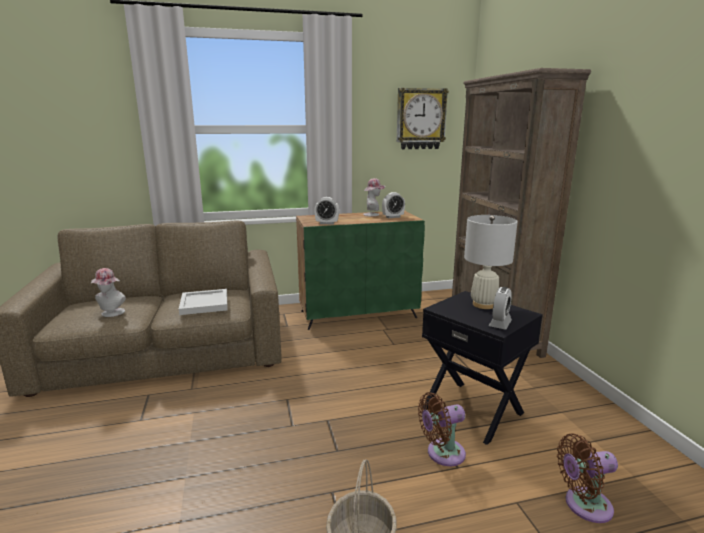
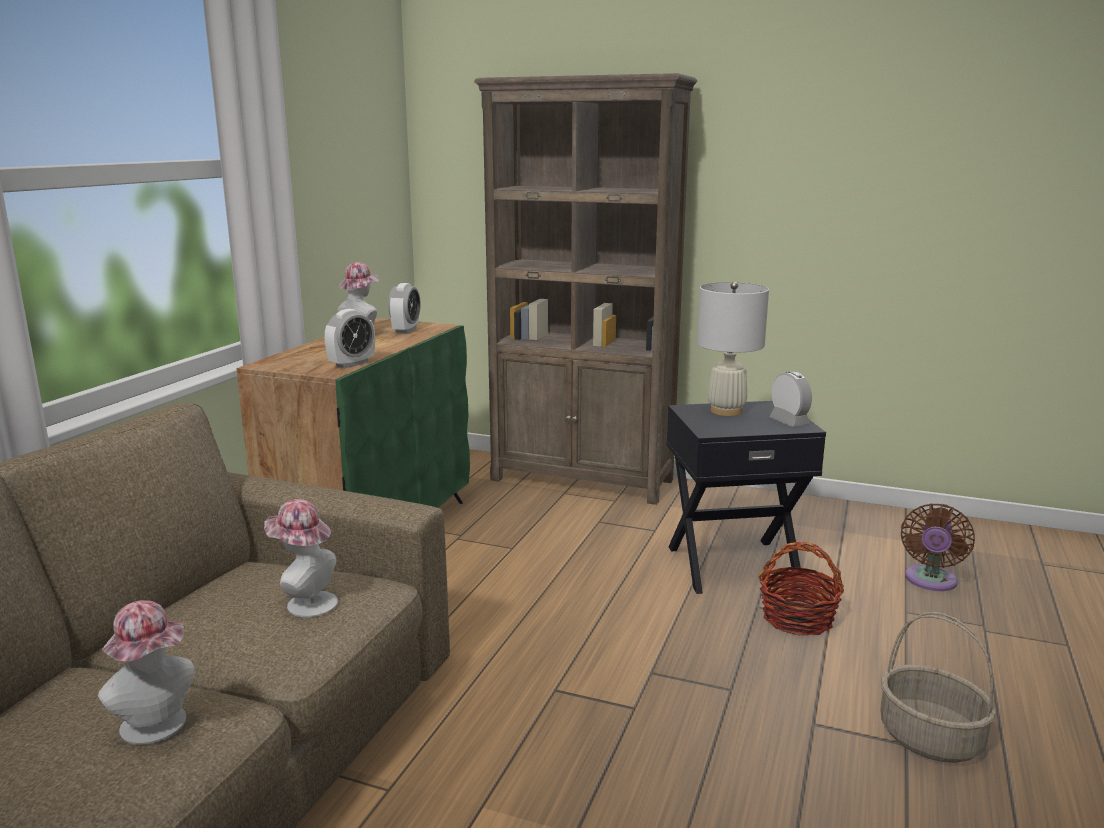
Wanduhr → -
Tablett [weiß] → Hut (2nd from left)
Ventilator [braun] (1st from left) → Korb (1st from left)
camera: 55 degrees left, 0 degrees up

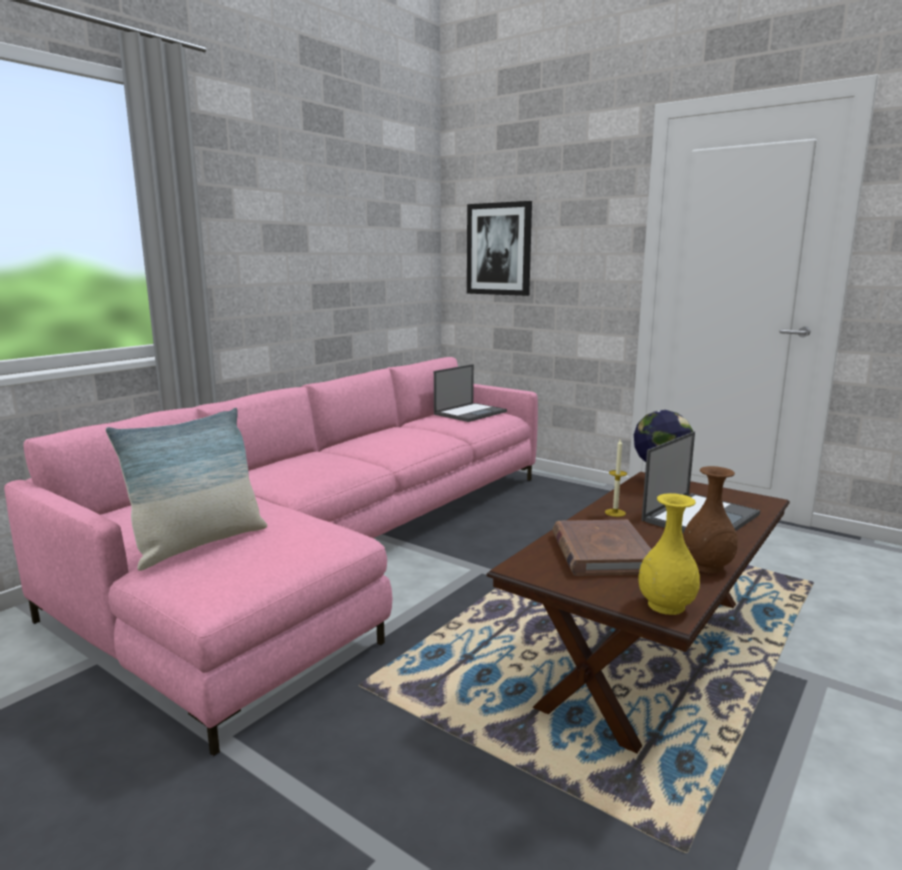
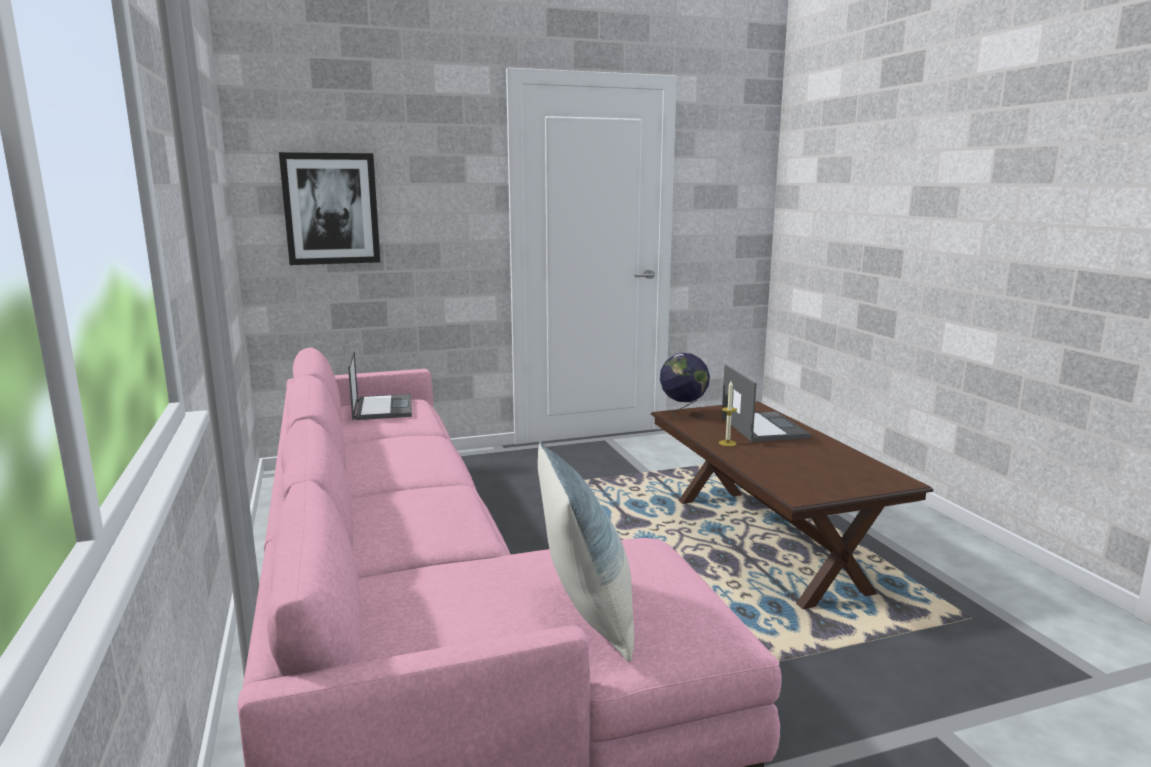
Vase [braun] → -
Vase [gelb] → -
Buch [braun] → -
camera: 55 degrees left, 0 degrees up

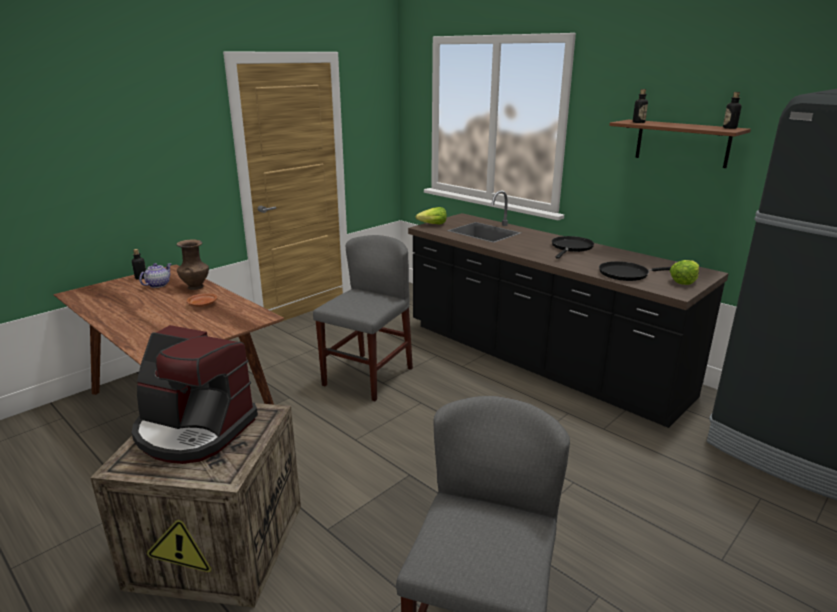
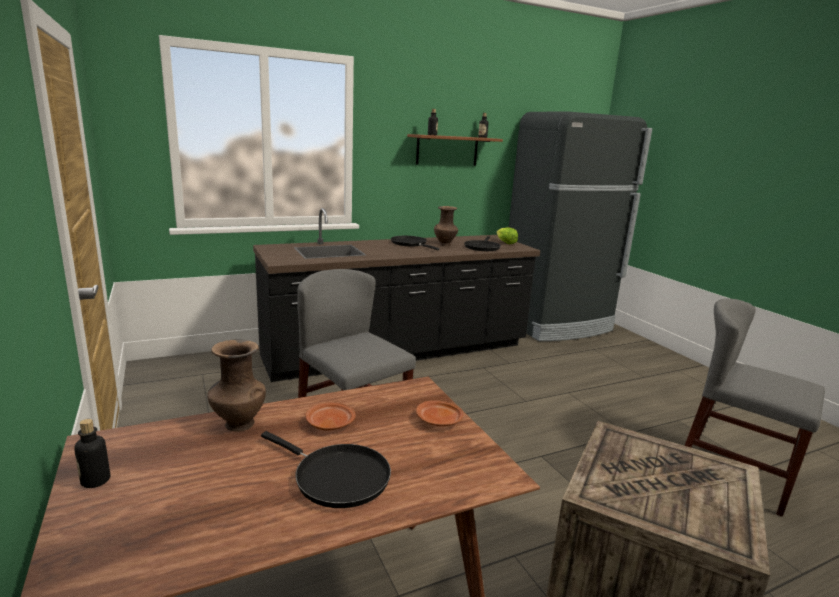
Salatkopf (1st from left) → -
Teekanne → -
Kaffeemaschine → -
- → Vase [braun] (2nd from left)
- → Teller [braun] (2nd from left)
- → Pfanne [schwarz] (1st from left)
camera: 70 degrees left, 5 degrees down

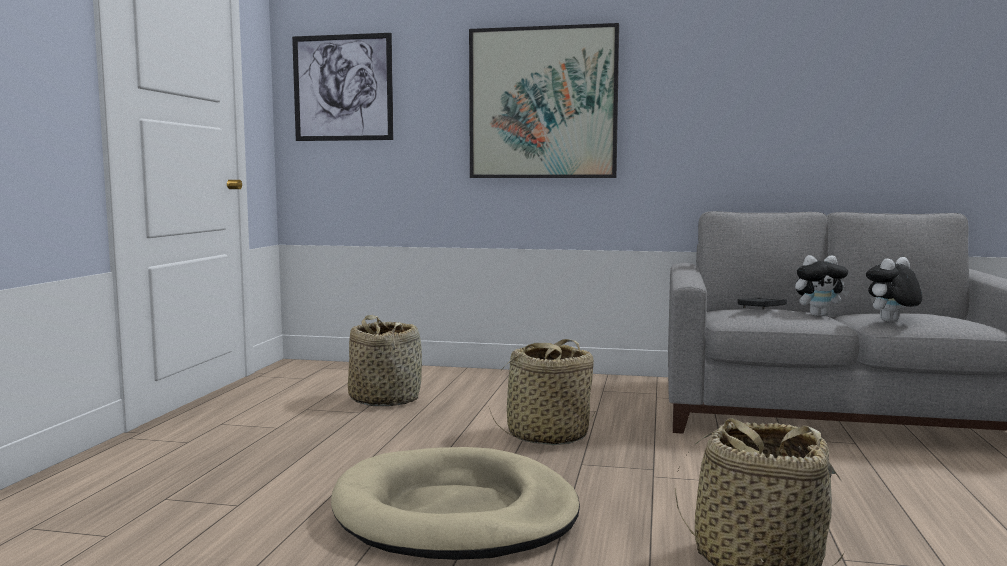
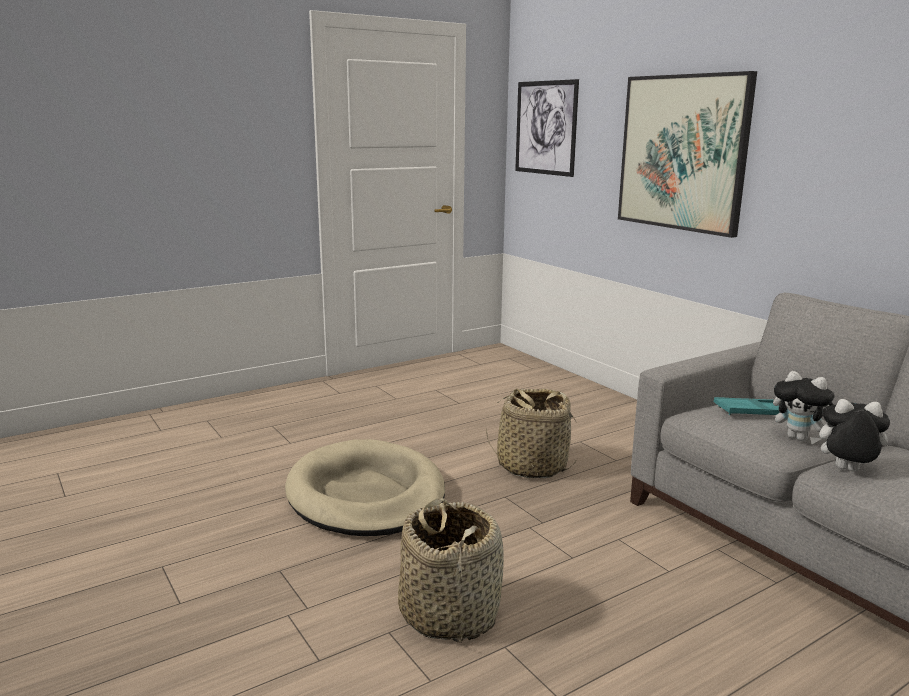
Tablett [schwarz] → Tablett [türkis]
Korb (1st from left) → -
camera: 45 degrees right, 10 degrees up

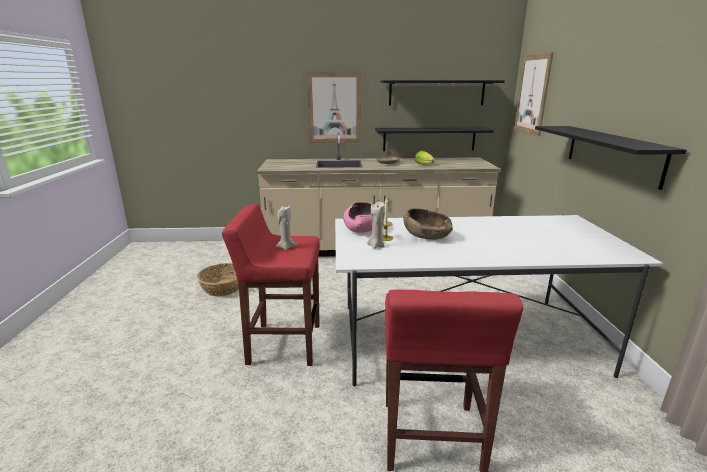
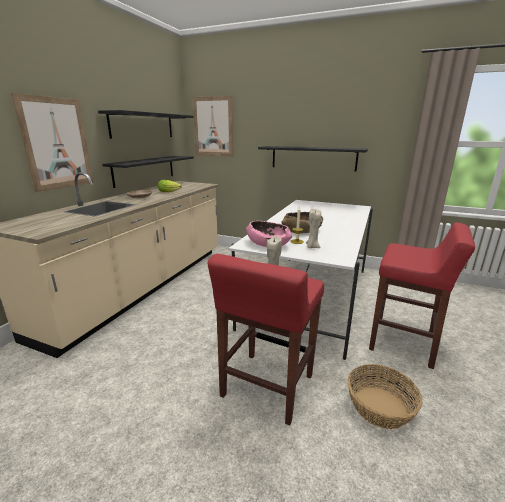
Korb, move
camera: 65 degrees left, 0 degrees up

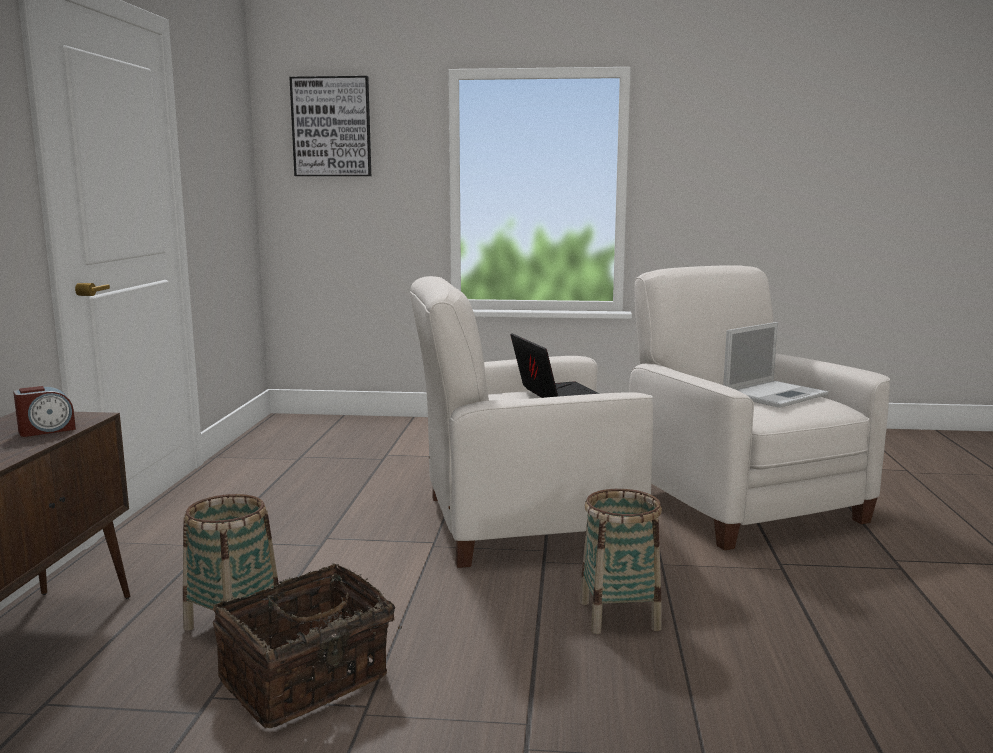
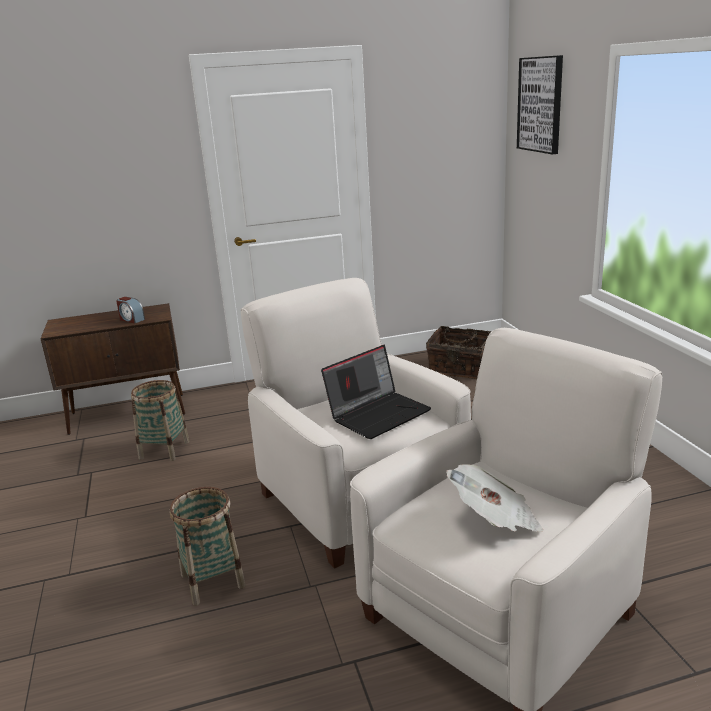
Laptop (2nd from left) → Zeitung
Korb (2nd from left in the first image) → Korb (3rd from left), move
camera: 70 degrees right, 10 degrees up

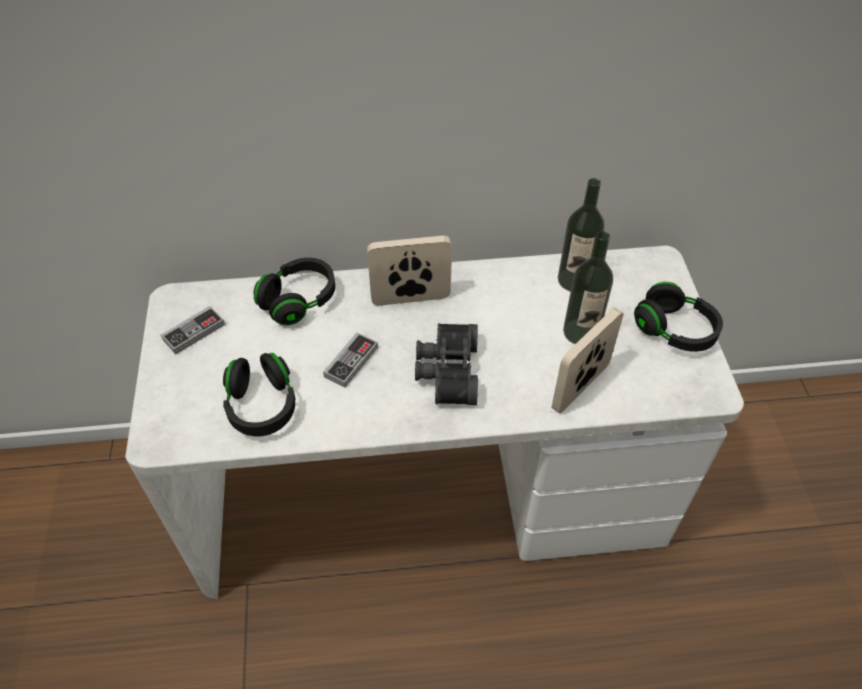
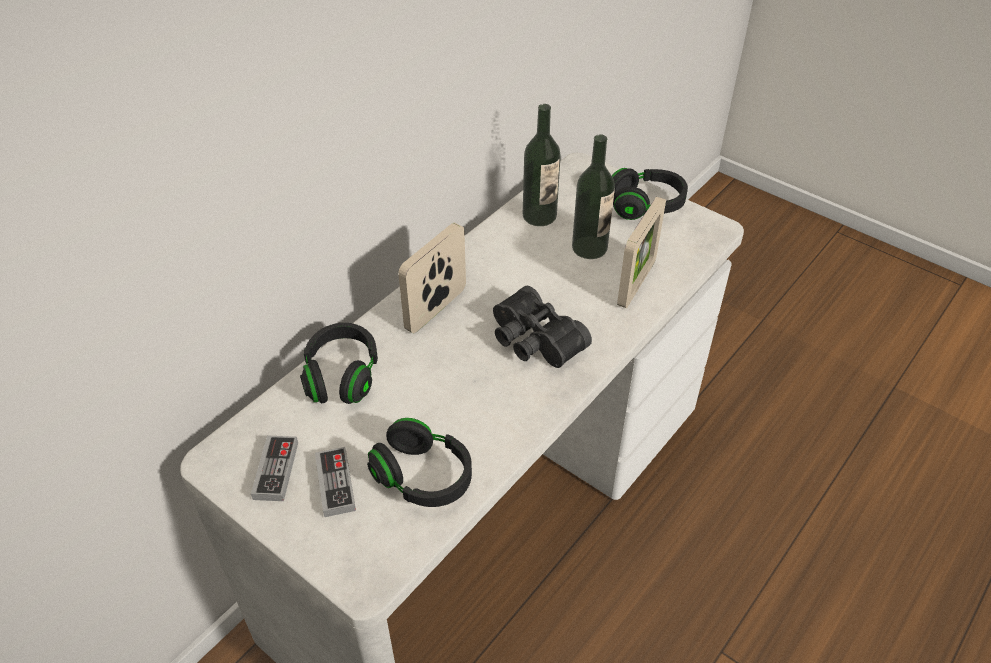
Bilderrahmen (2nd from left), 150 degrees counterclockwise
Gamepad (2nd from left), move
camera: 45 degrees left, 5 degrees down

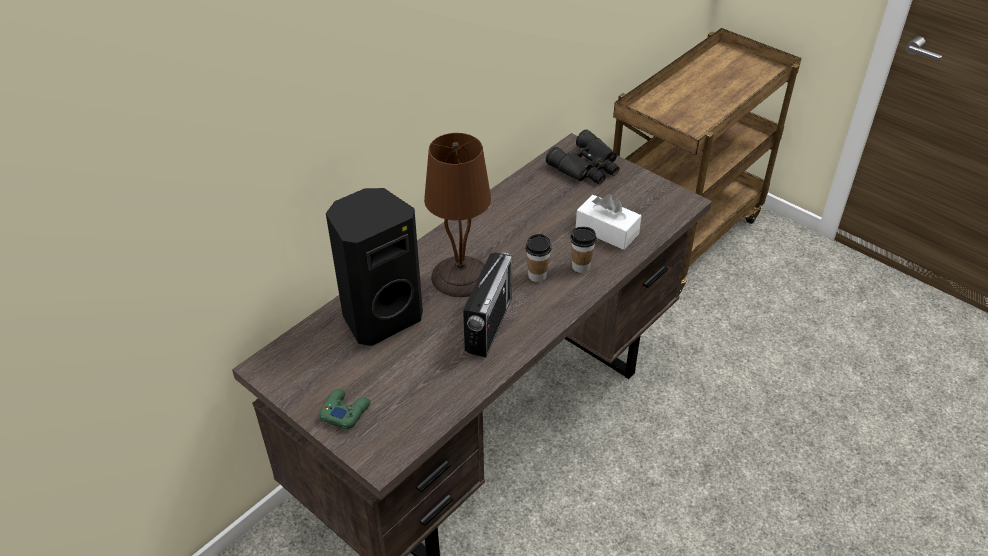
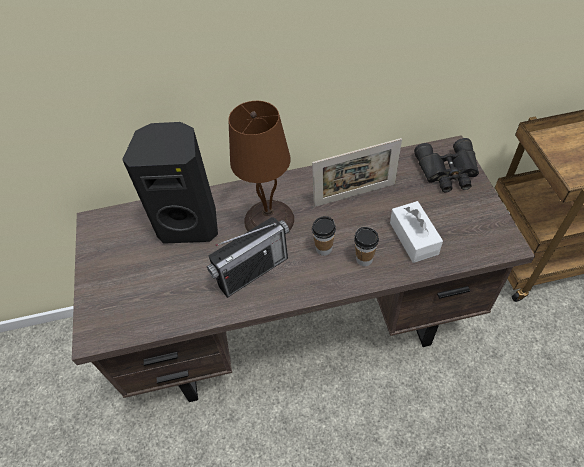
Gamepad [grün] → -
- → Bilderrahmen
camera: 40 degrees right, 10 degrees up

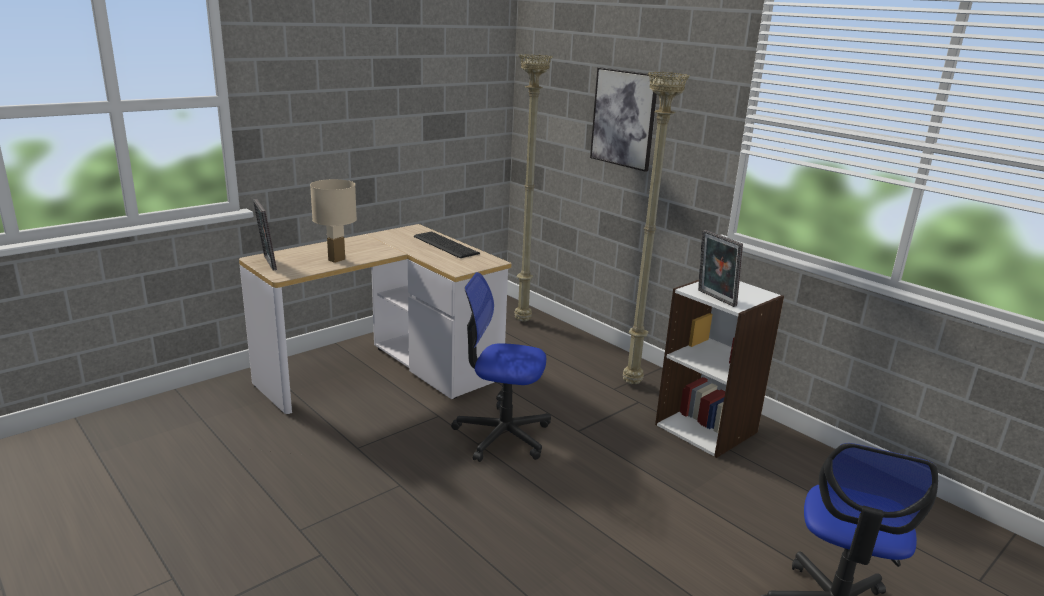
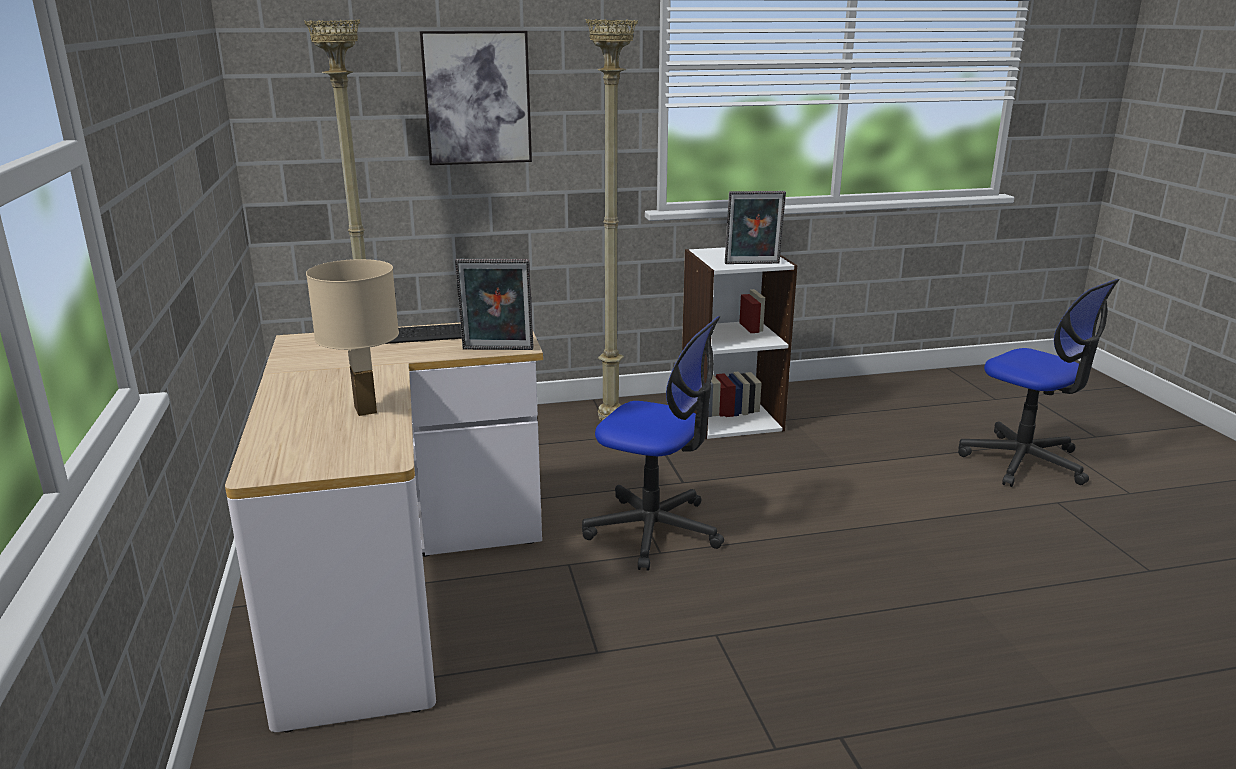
Bilderrahmen (1st from left), move
Bürostuhl (1st from left), 105 degrees counterclockwise
camera: 60 degrees left, 0 degrees up

